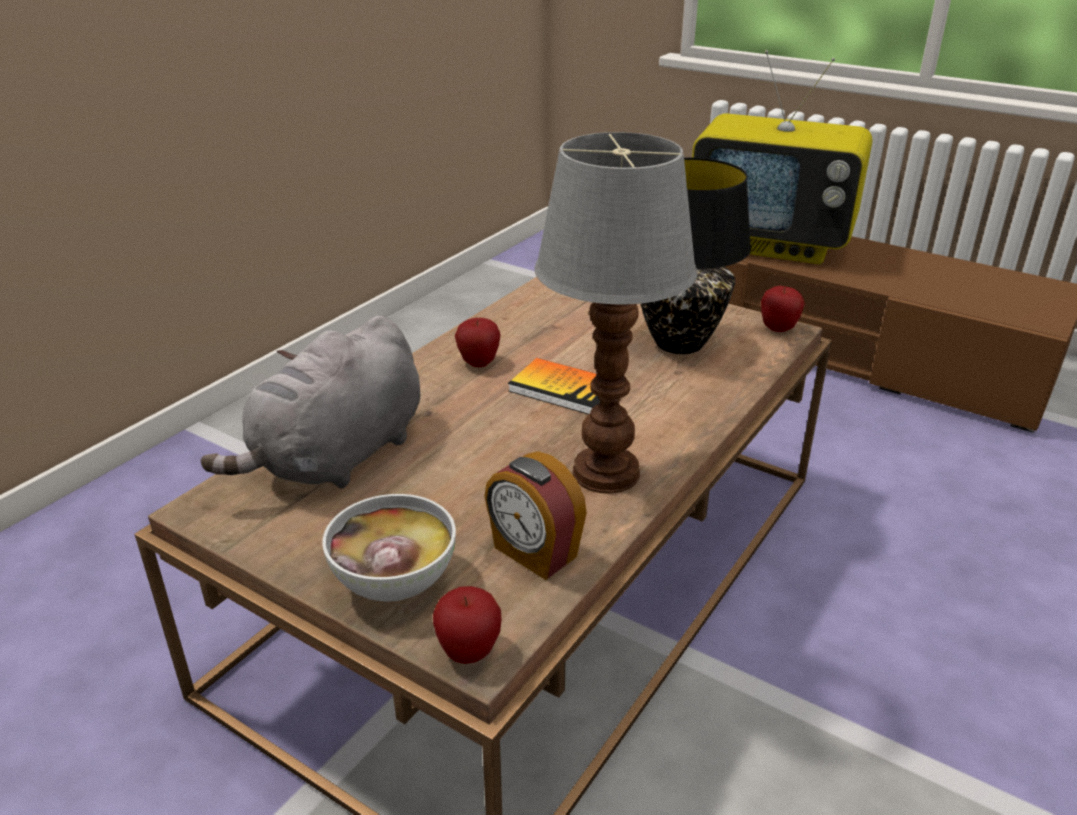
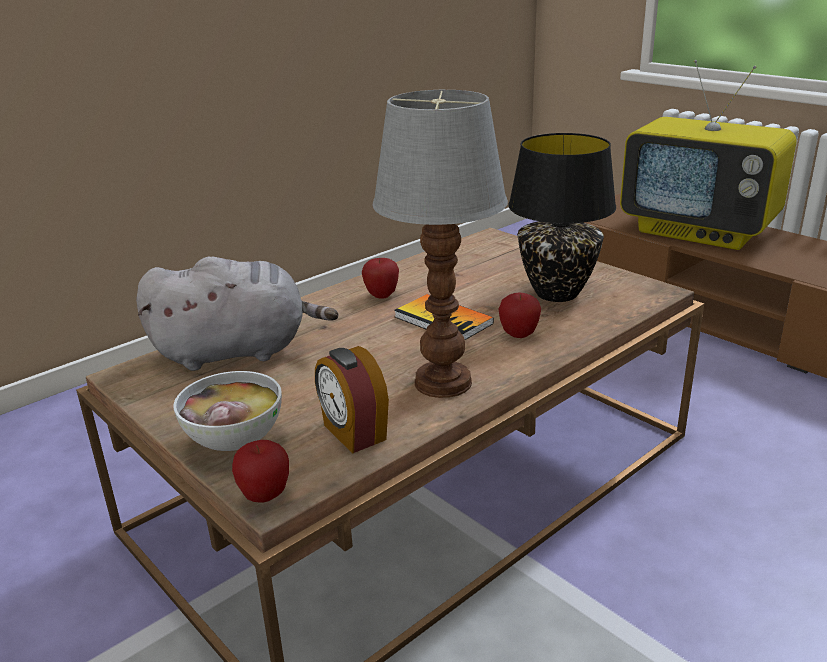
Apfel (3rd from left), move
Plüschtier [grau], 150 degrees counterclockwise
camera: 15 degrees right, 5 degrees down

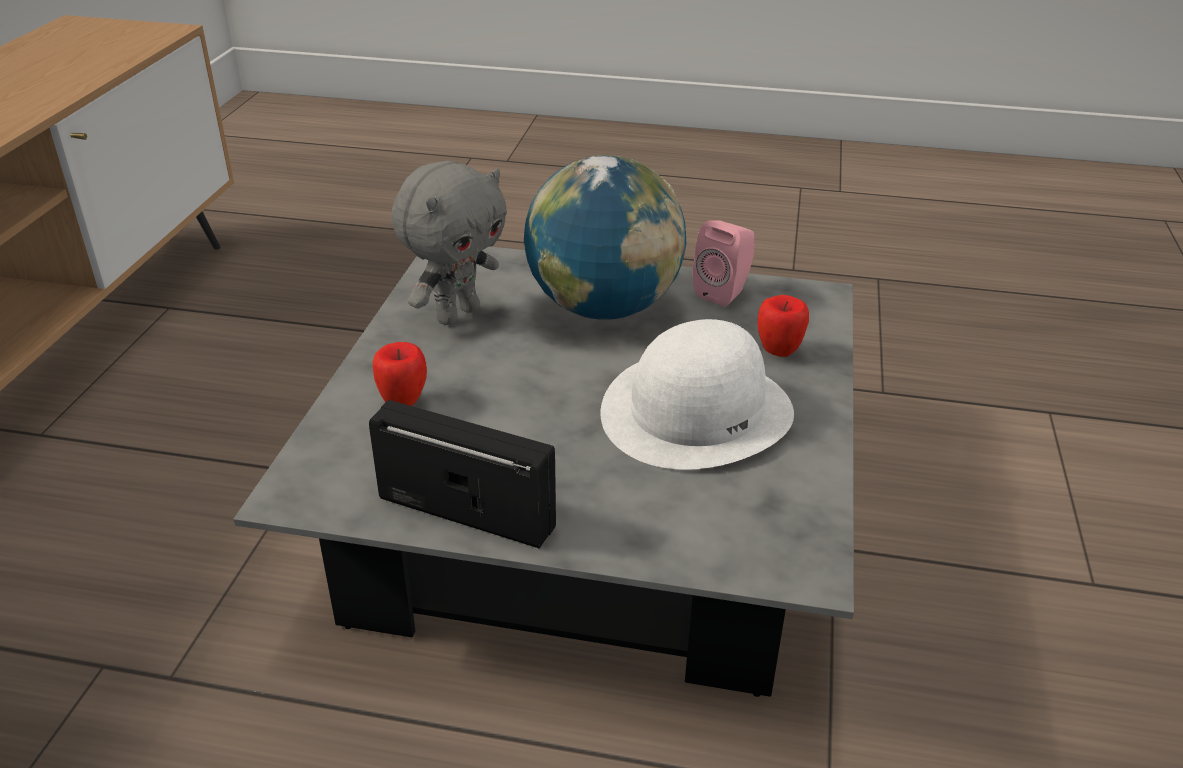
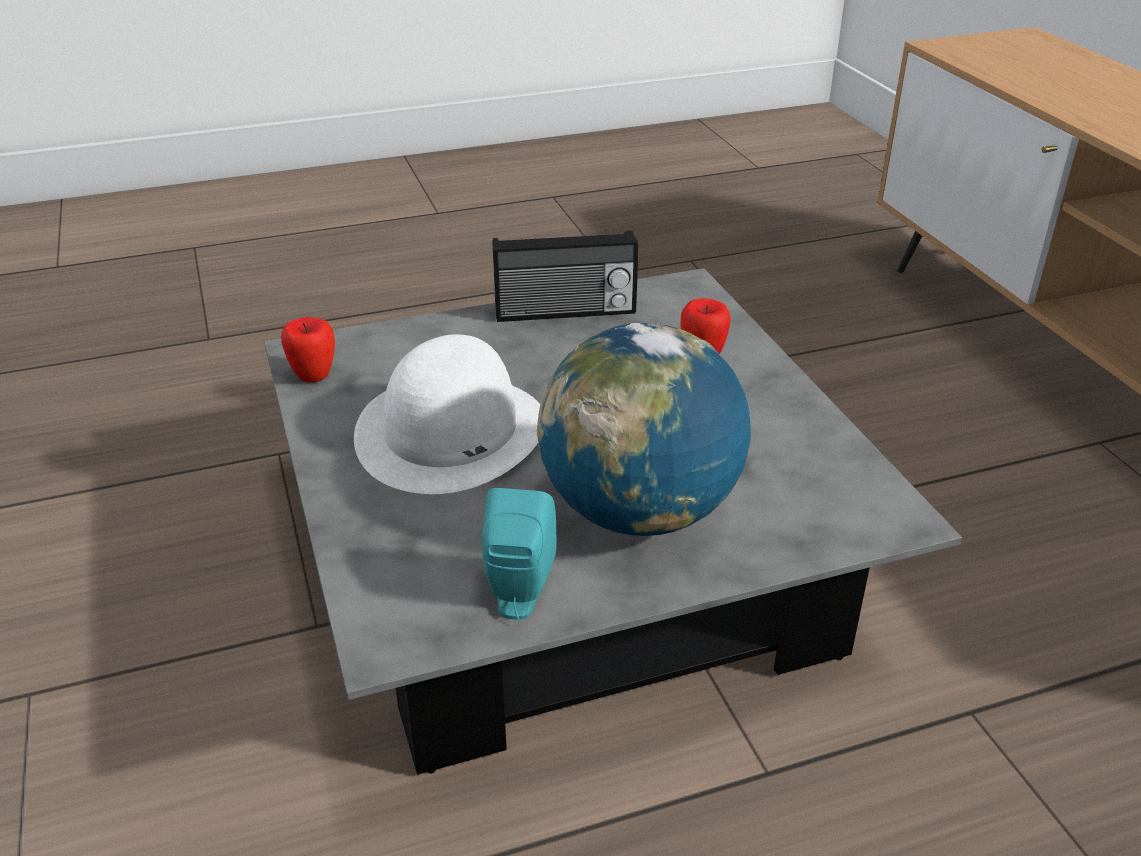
Plüschtier [grau] → -
Lautsprecher [rosa] → Lautsprecher [türkis]
Apfel (2nd from left in the first image) → Apfel (1st from left), move
camera: 150 degrees right, 0 degrees up

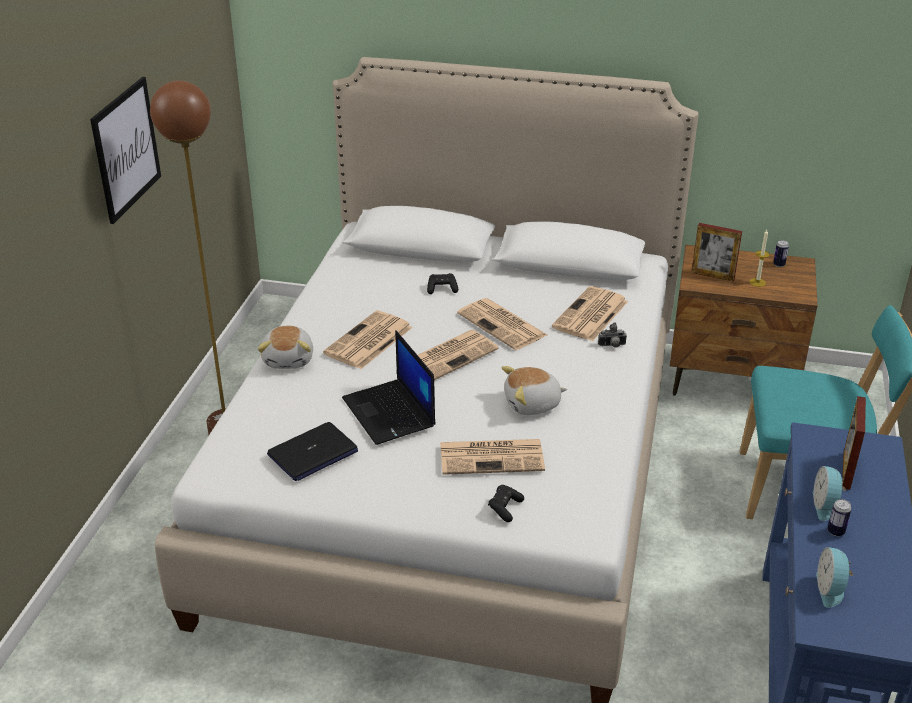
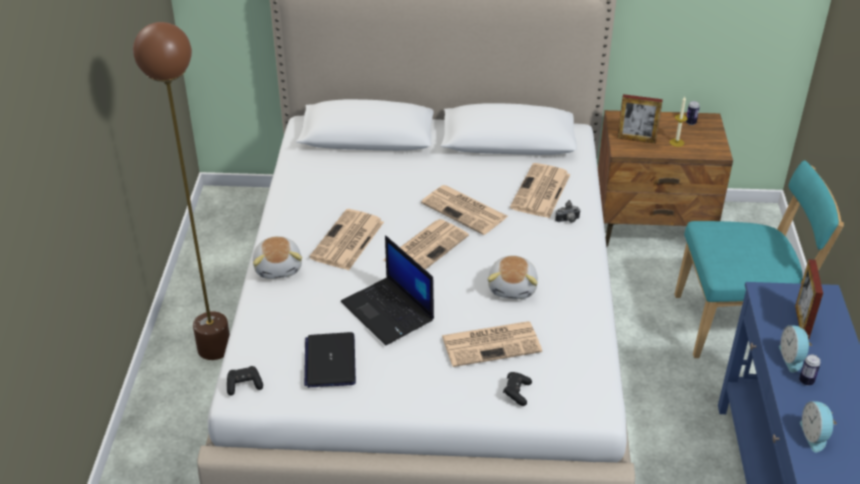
Bild → -
Gamepad [schwarz] (1st from left), move
Plüschtier (2nd from left), 60 degrees counterclockwise
Laptop (1st from left), 135 degrees clockwise
camera: 10 degrees left, 5 degrees up

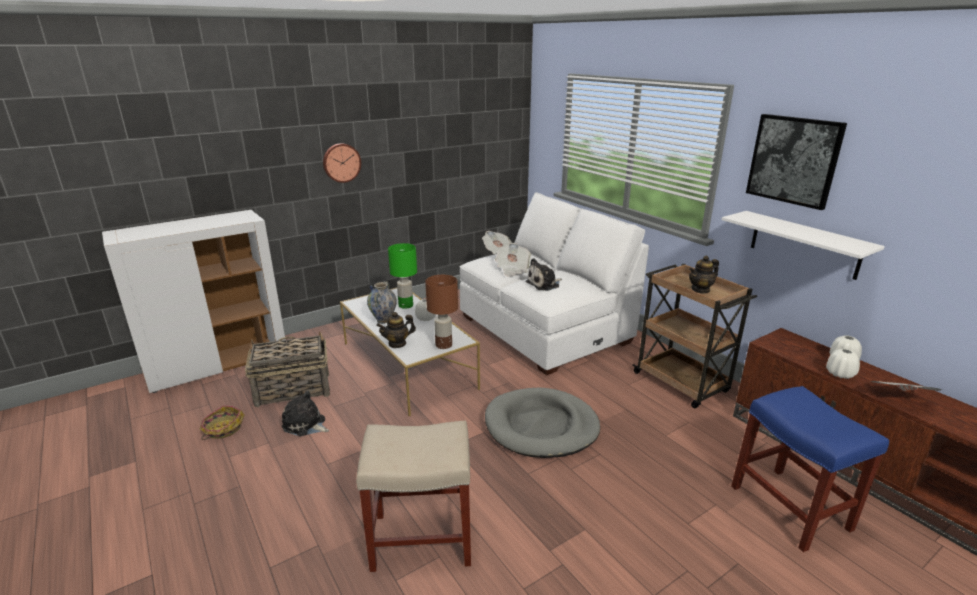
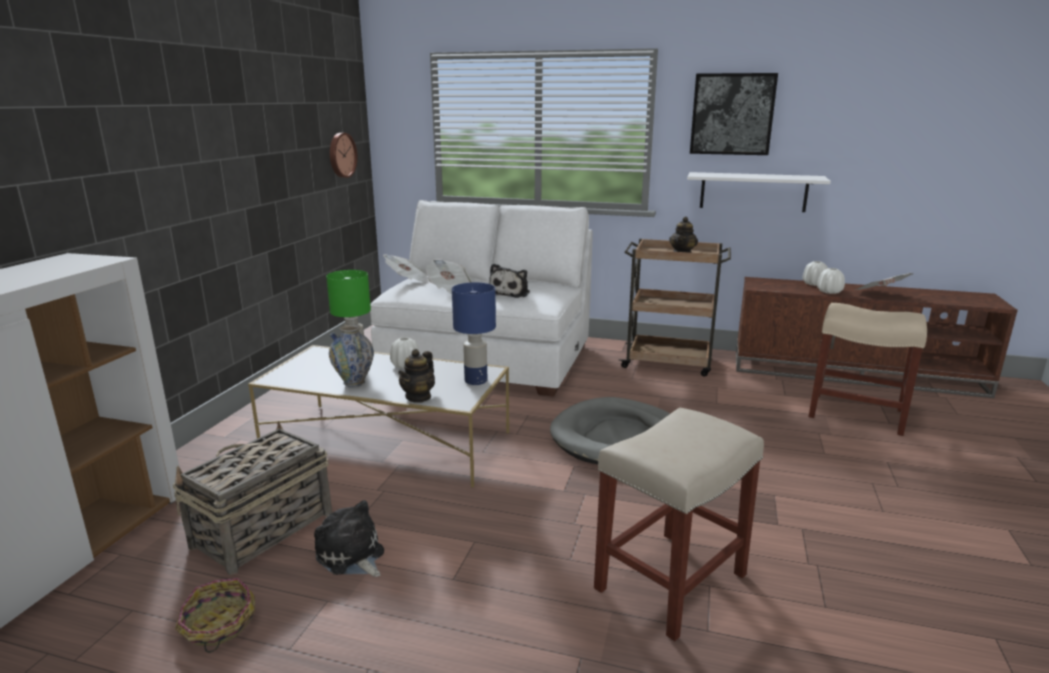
Wanduhr, move
Tischlampe [braun] → Tischlampe [blau]
Hocker [blau] → Hocker [beige] (2nd from left)
Plüschtier (1st from left), 60 degrees clockwise
camera: 40 degrees left, 5 degrees down

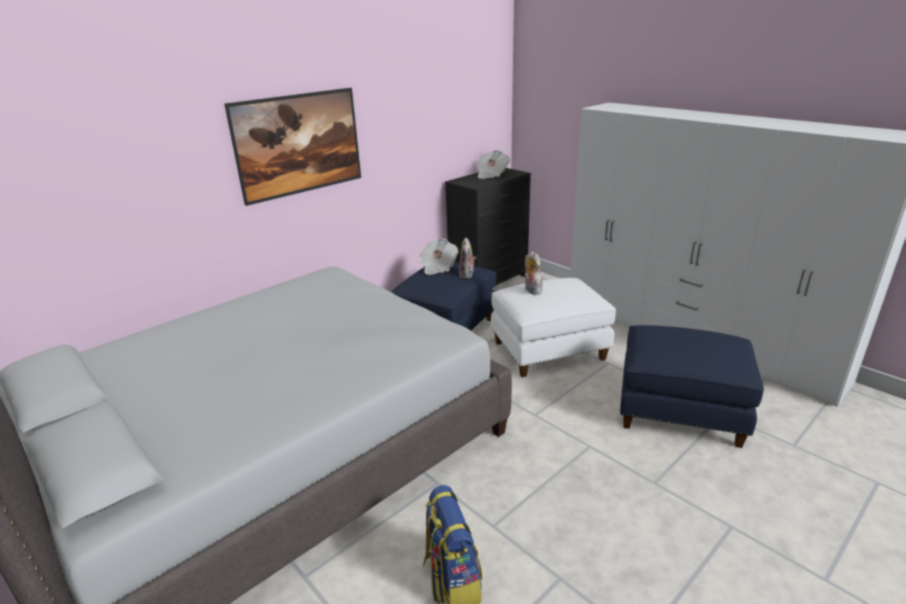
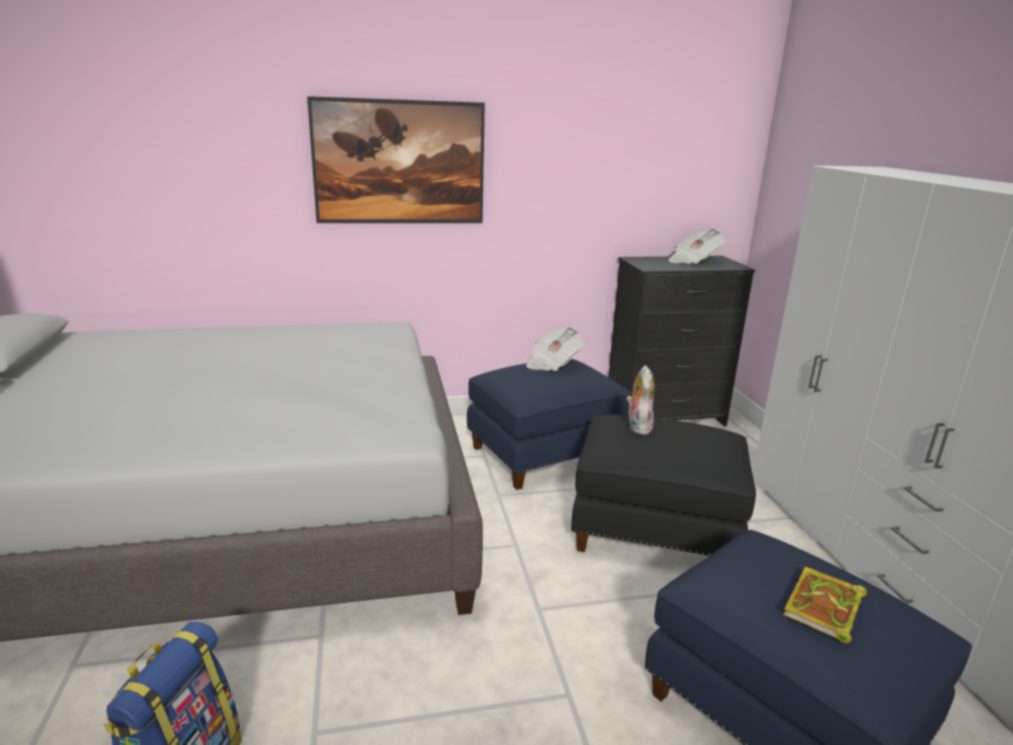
Plüschtier (1st from left) → -
Polsterhocker [weiß] → Polsterhocker [schwarz]
- → Buch
camera: 30 degrees right, 5 degrees down

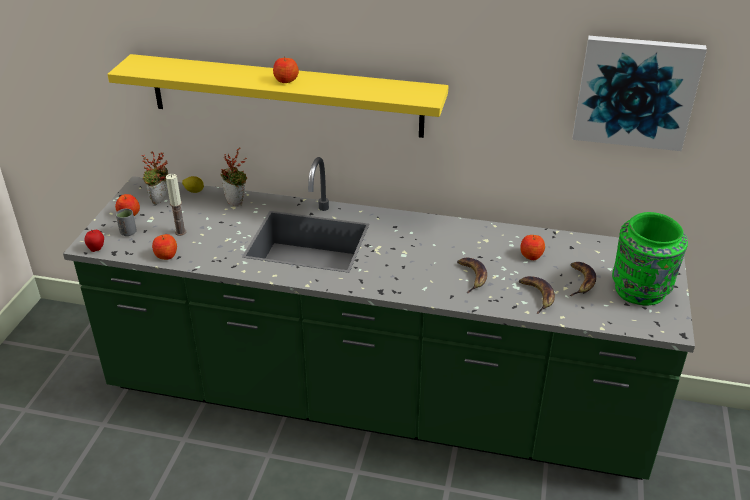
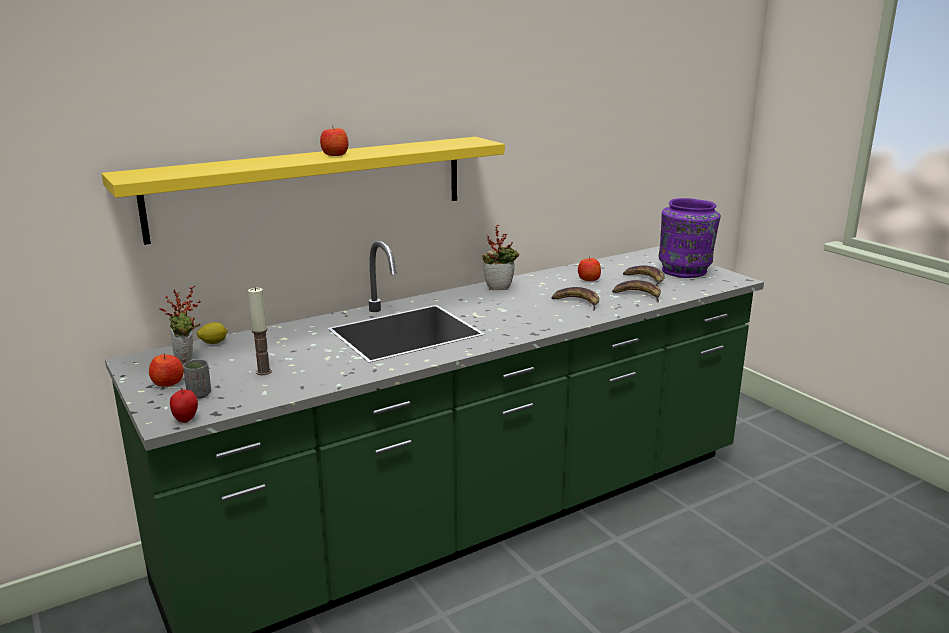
Bild → -
Topfpflanze (2nd from left), move
Vase [grün] → Vase [lila]
Apfel (3rd from left) → -
camera: 45 degrees left, 15 degrees down

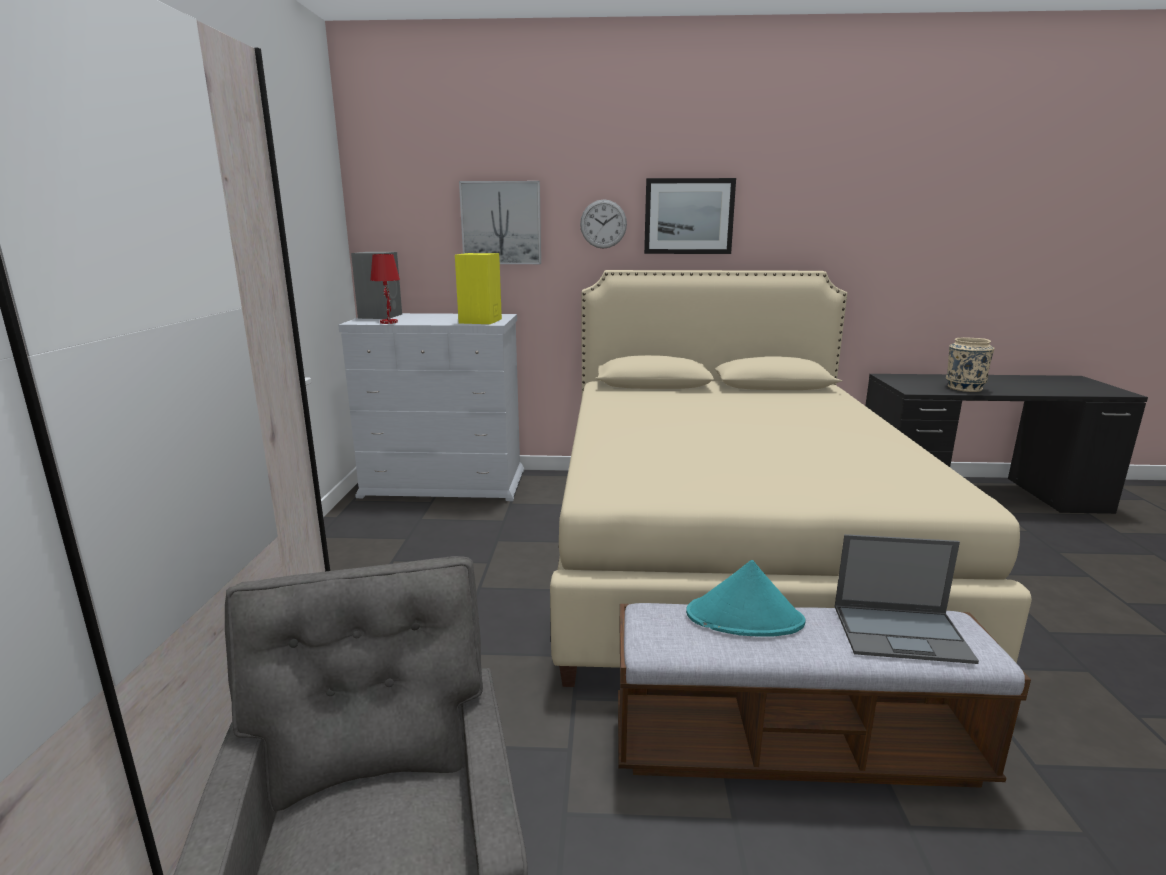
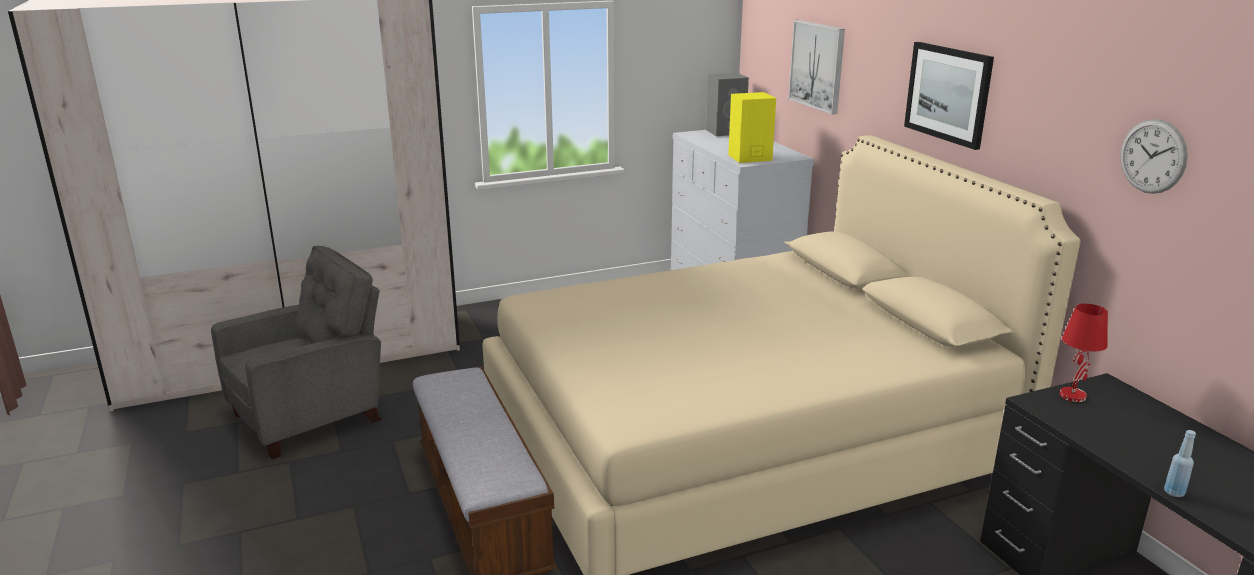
Wanduhr, move
Tischlampe [rot], move
Vase [beige] → -
Laptop → -
Hut [türkis] → -
- → Flasche [blau]
camera: 65 degrees right, 5 degrees up

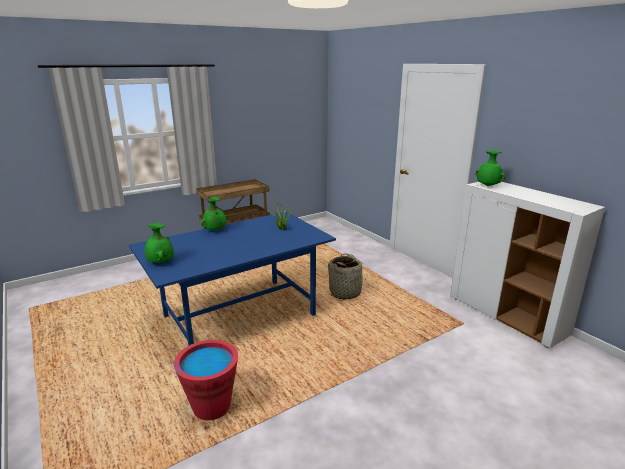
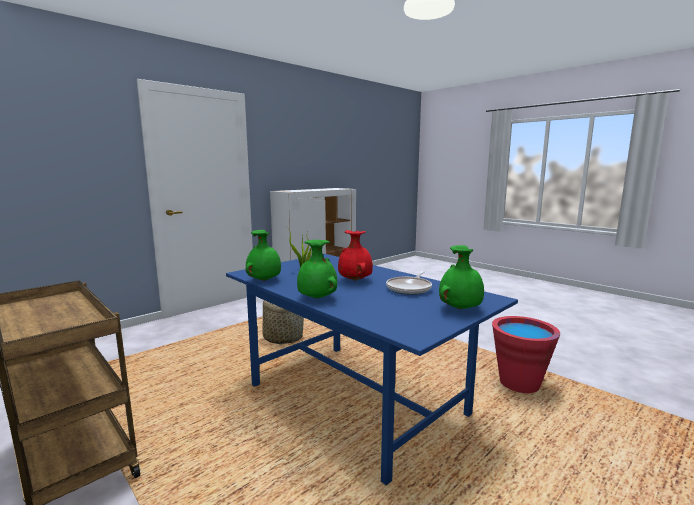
Vase [grün] (3rd from left in the first image) → Vase [grün] (1st from left), move
- → Vase [rot]
- → Pfanne
camera: 100 degrees left, 10 degrees down

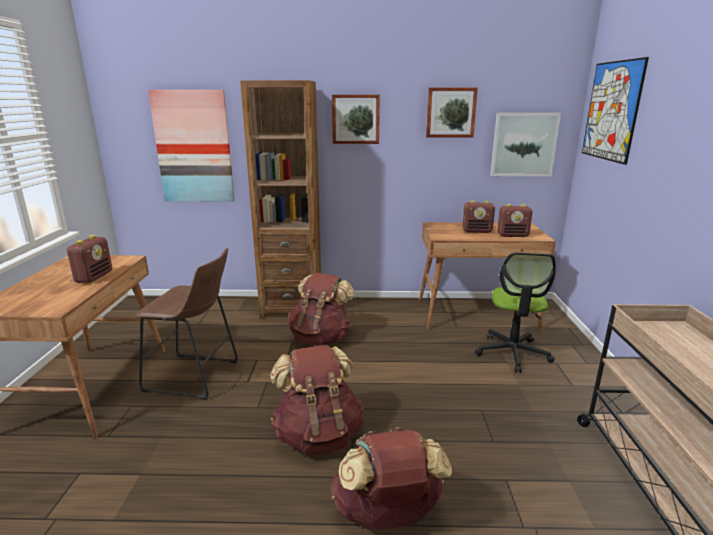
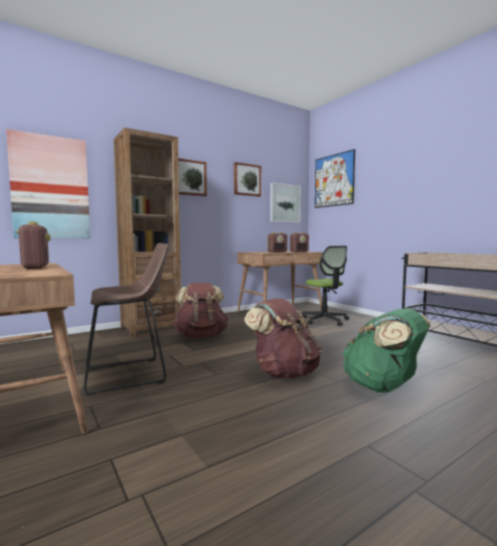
Rucksack [braun] (3rd from left) → Rucksack [grün]
camera: 35 degrees left, 15 degrees down

